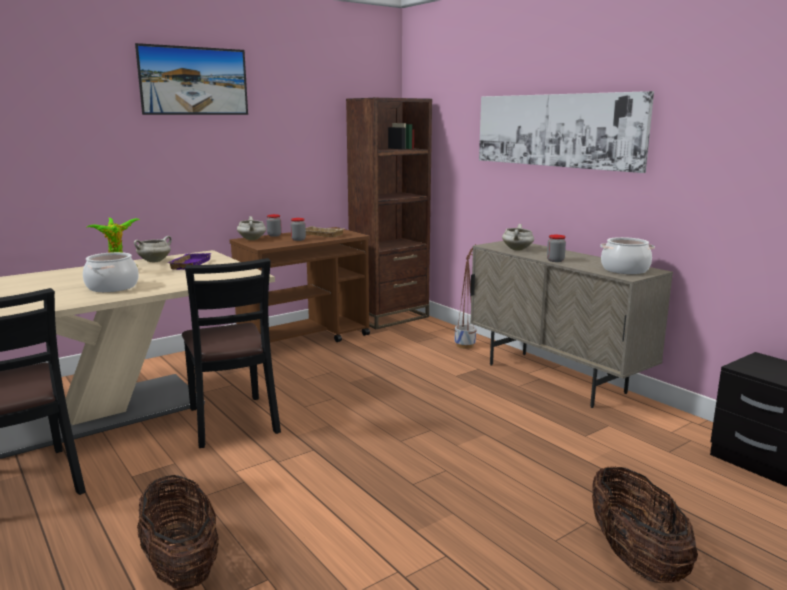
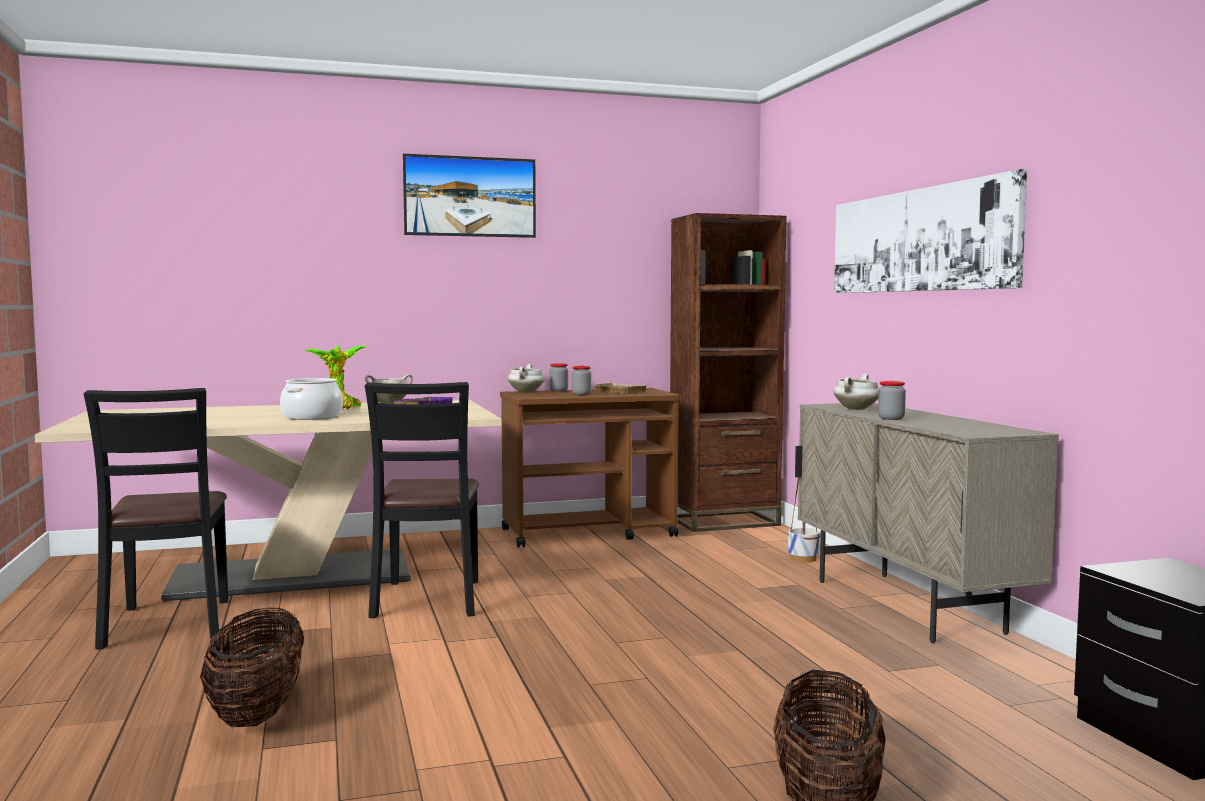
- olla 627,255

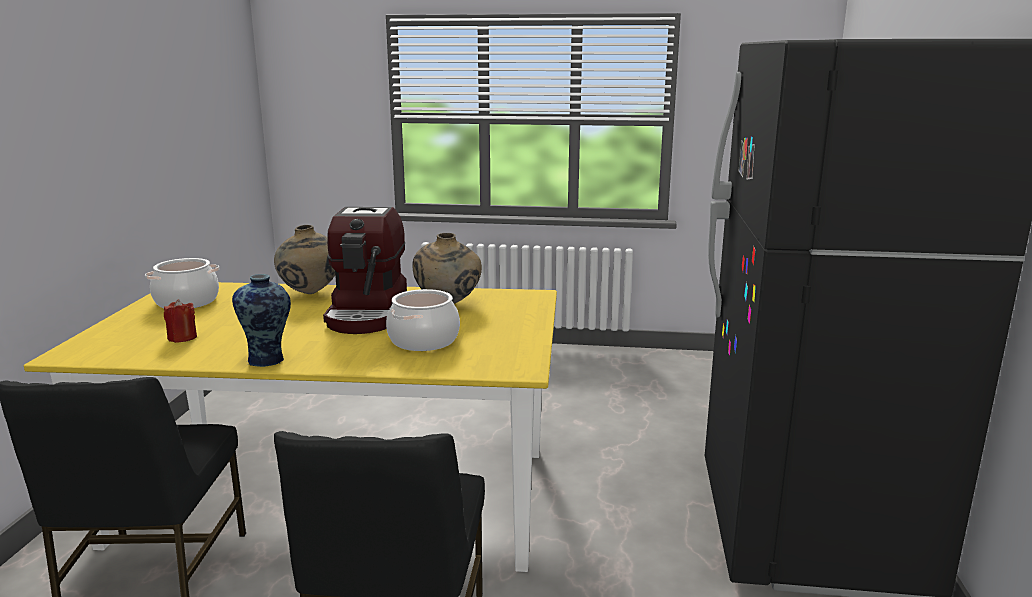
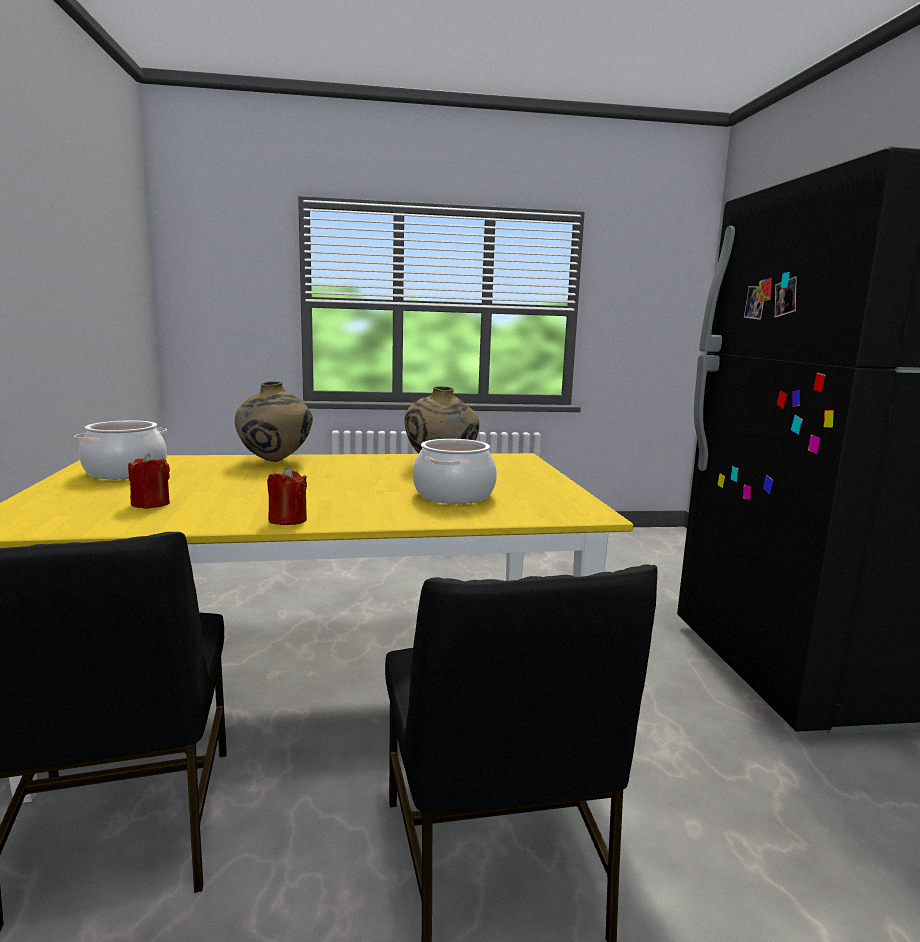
~ florero 261,320 to vela [rojo] 287,496
- cafetera 365,270

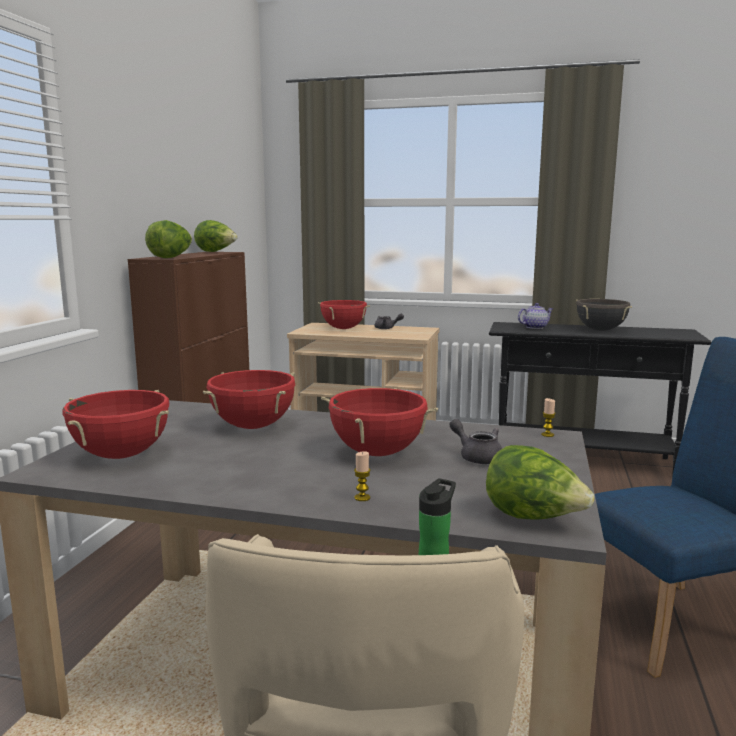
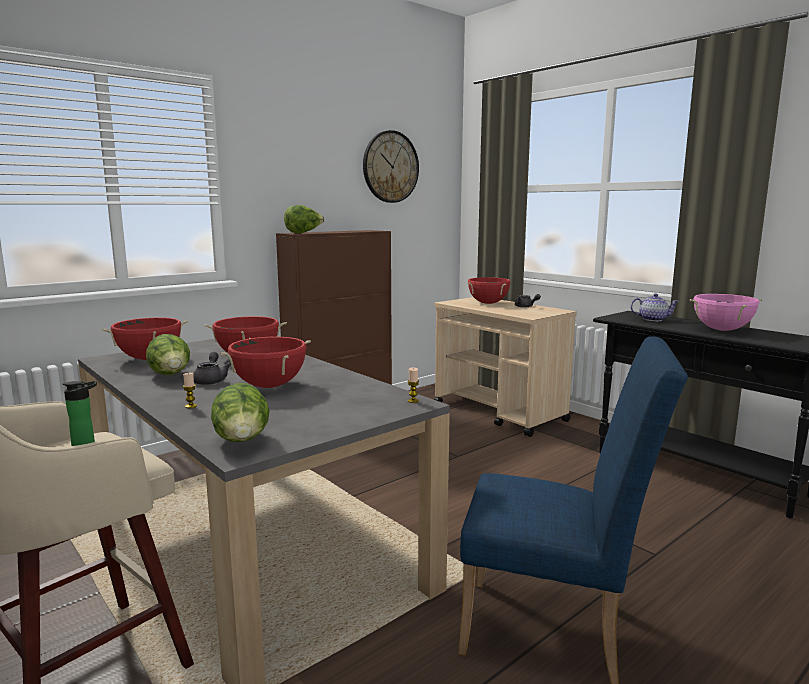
~ lechuga 216,236 to 168,354
~ tetera [gris] 475,441 to 212,368
~ olla [negro] 604,315 to olla [rosa] 726,312
+ reloj de pared 391,166

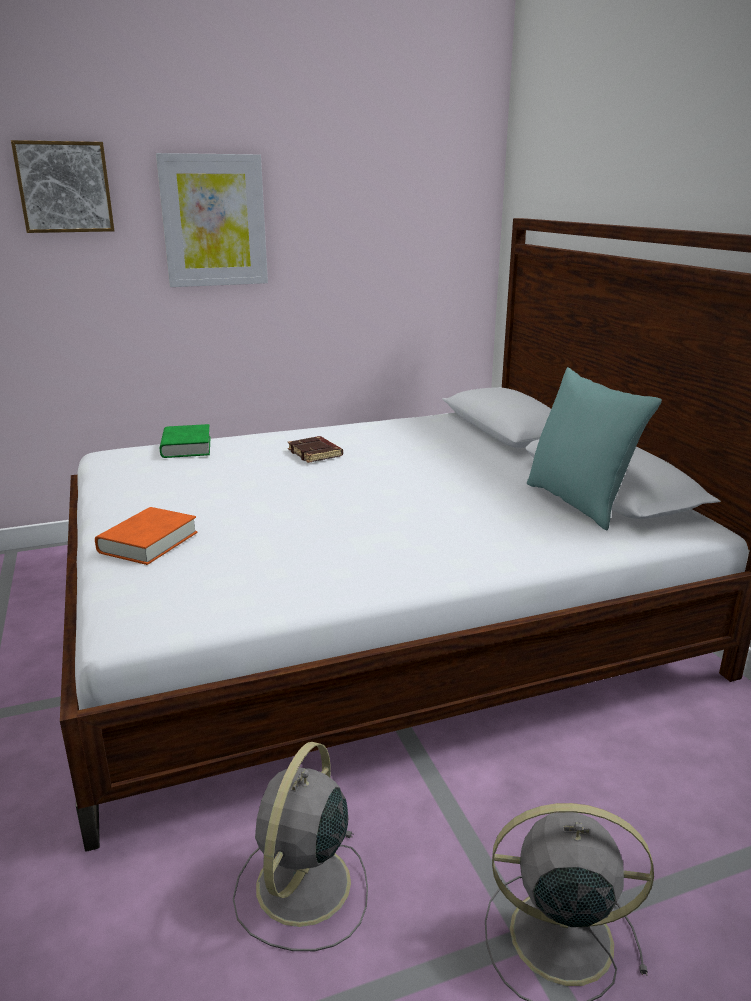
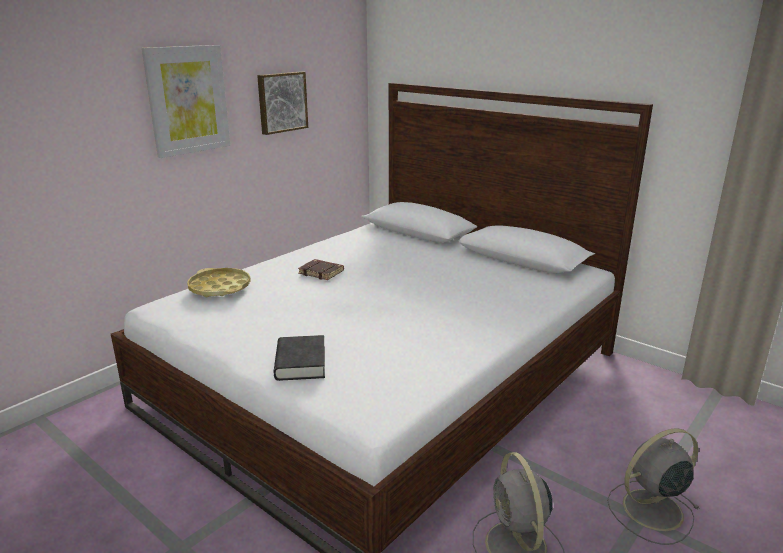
~ cuadro 62,186 to 282,103
~ libro [naranja] 146,536 to libro [negro] 299,358
~ libro [verde] 185,441 to bandeja [amarillo] 219,282
- cojín [turquesa] 594,448

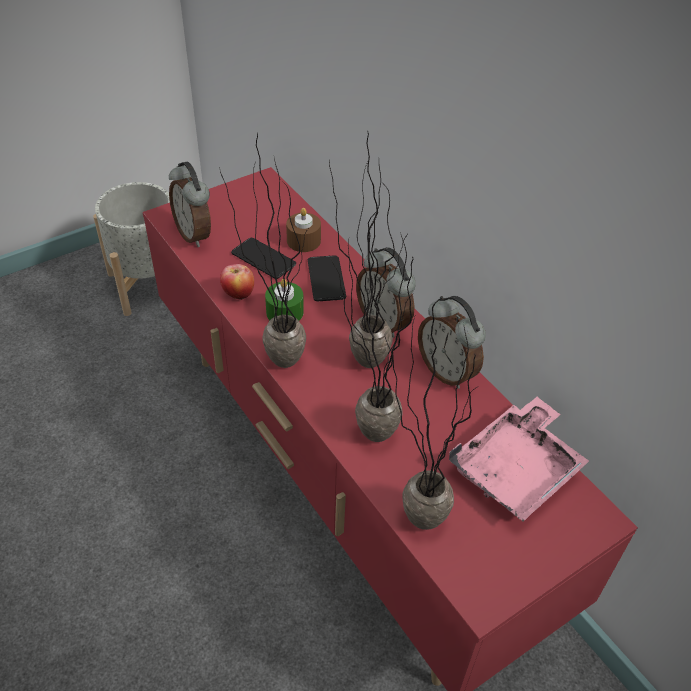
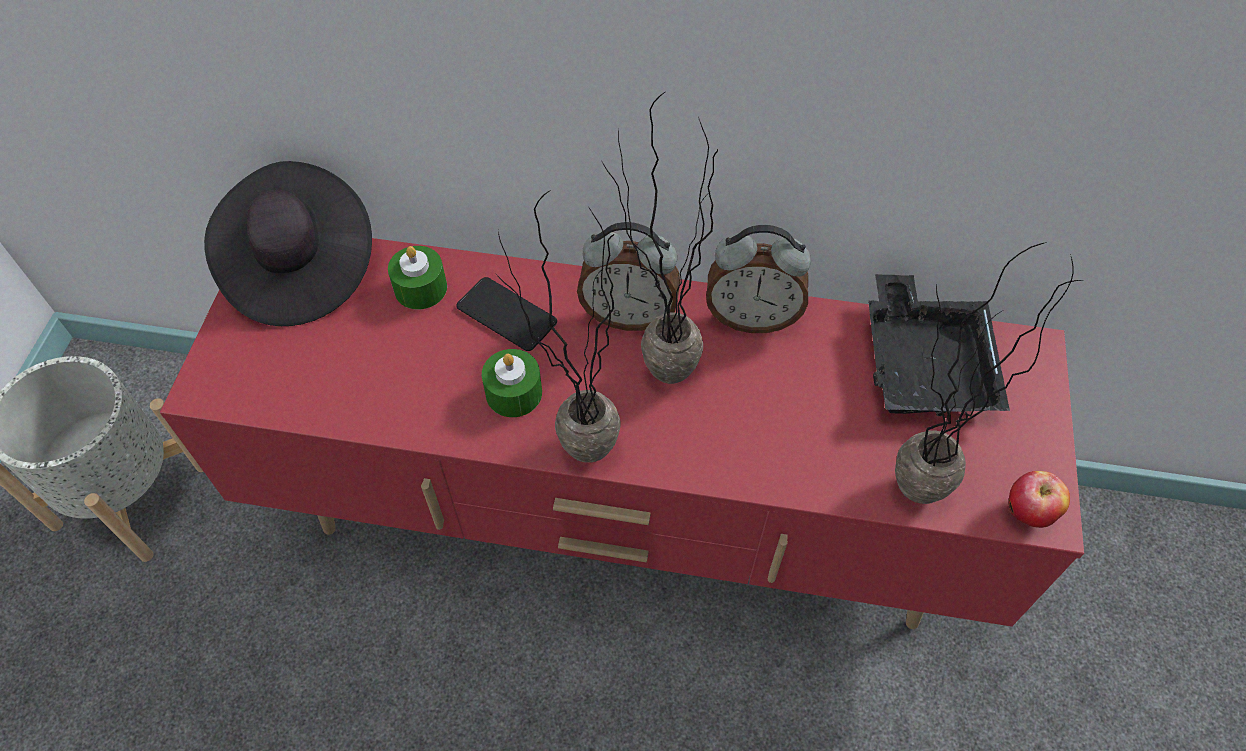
- despertador 190,204
~ manzana 237,282 to 1039,499
- móvil 263,258
~ vela [marrón] 303,230 to vela [verde] 417,277
- planta en maceta 371,326
~ bandeja [rosa] 519,459 to bandeja [negro] 939,345
+ sombrero [negro] 288,243

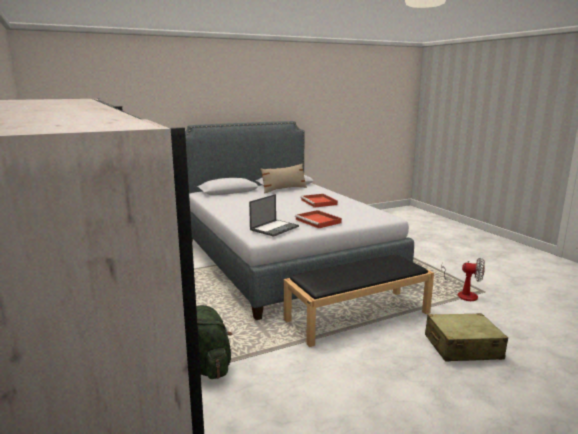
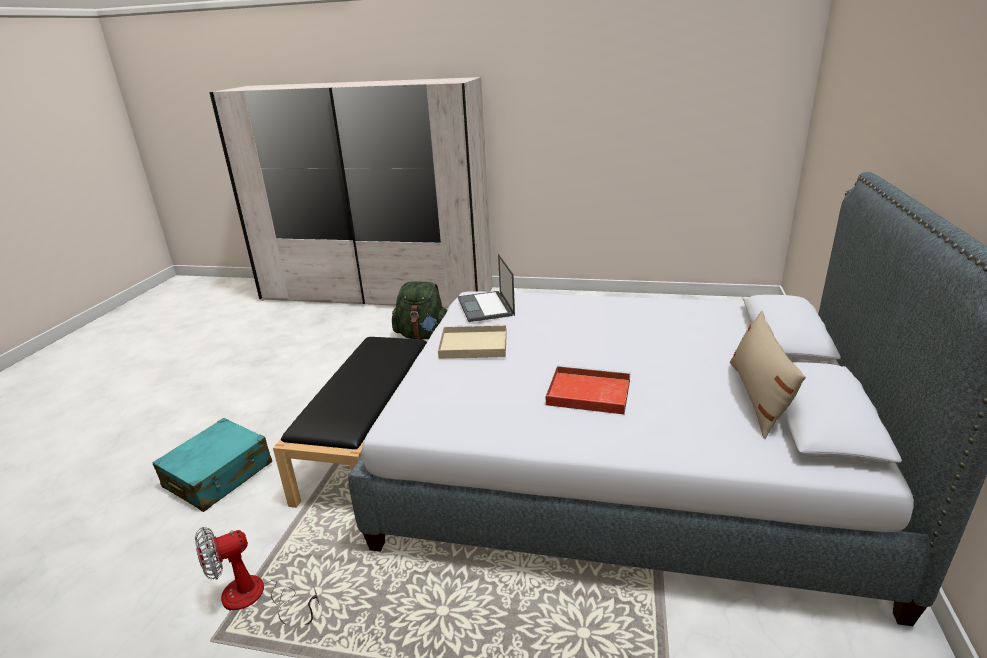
~ bandeja [rojo] 318,219 to bandeja [beis] 472,342
~ maleta [beis] 466,337 to maleta [turquesa] 212,465

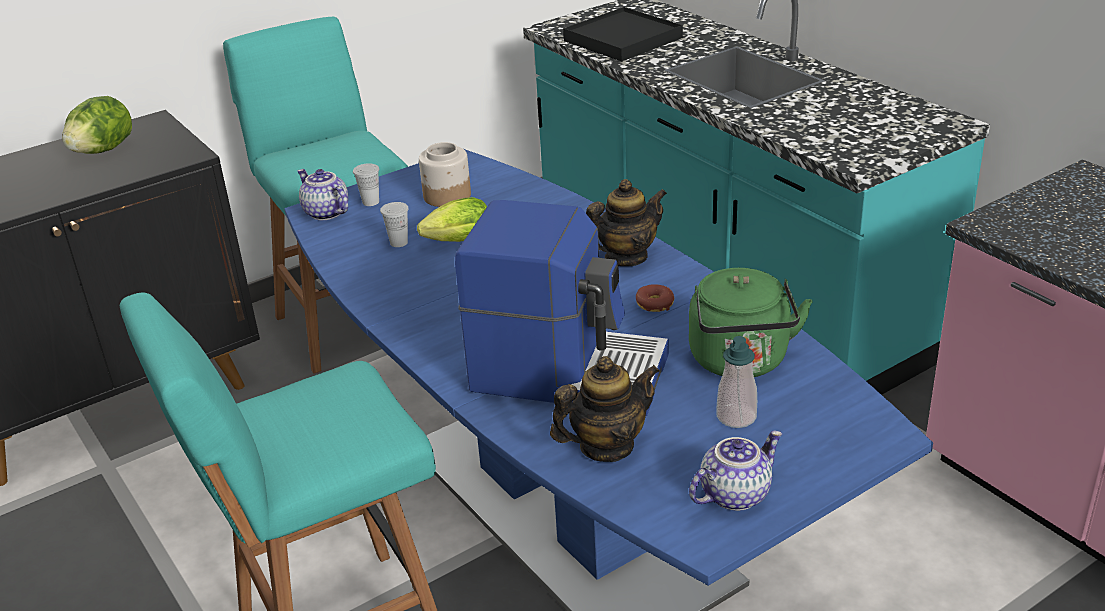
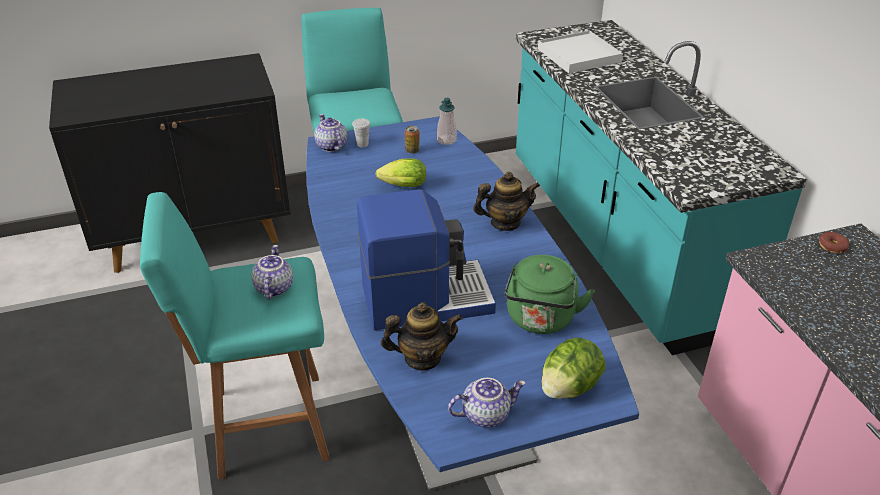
~ lechuga 97,125 to 573,368
- taza [blanco] 394,224
~ tarro 445,174 to lata 412,140
~ cafetera 562,308 = 426,259 45 degrees counterclockwise
~ bandeja [negro] 623,34 to bandeja [blanco] 580,51
~ rosquilla 655,298 to 834,243
~ dispensador de jabón 736,382 to 447,121
+ tetera 272,272

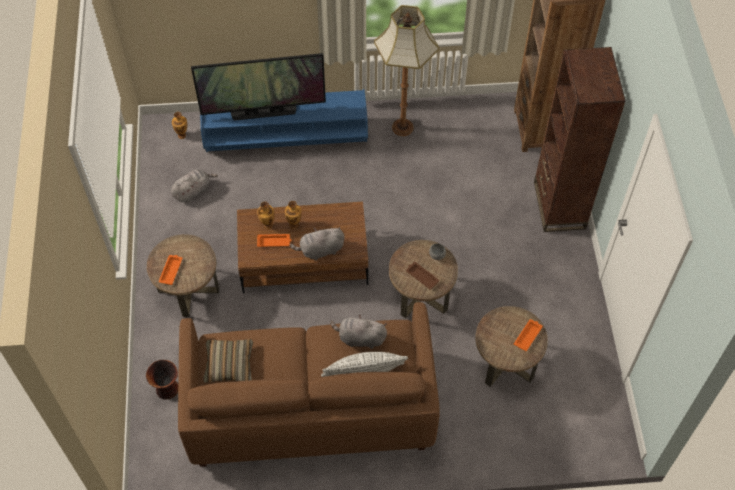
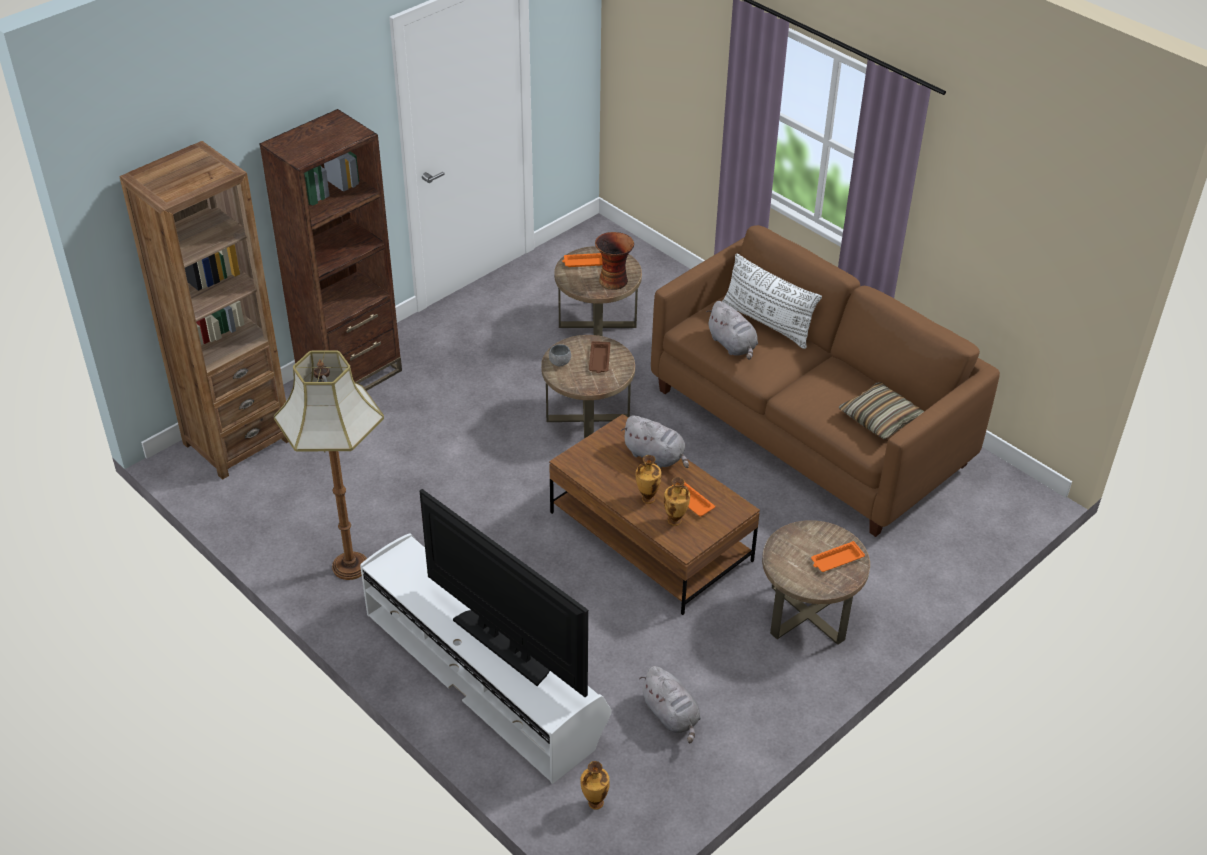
~ florero 162,380 to 614,261
~ peluche [gris] 194,185 = 670,704 135 degrees counterclockwise
~ mueble de televisión [azul] 284,120 to mueble de televisión [blanco] 486,658

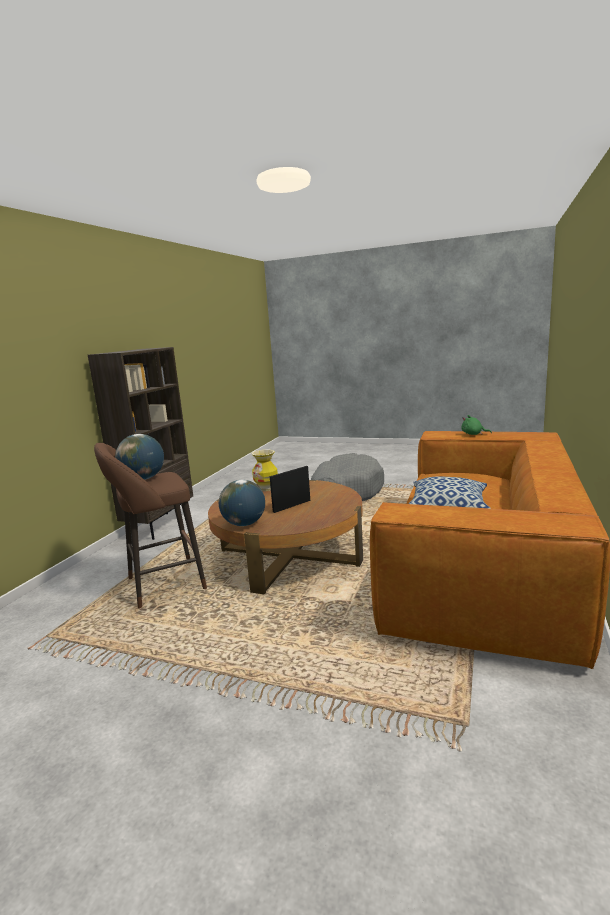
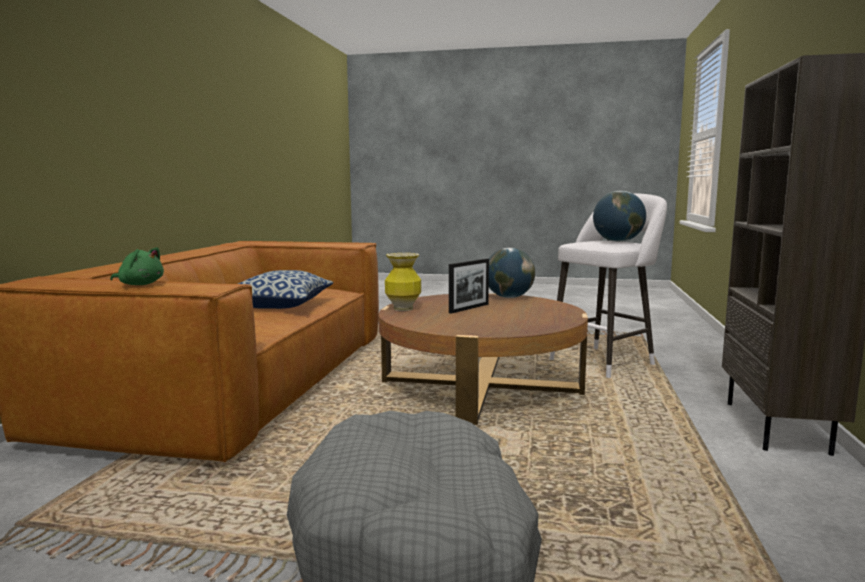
~ taburete [marrón] 150,525 to taburete [blanco] 608,286
~ florero 265,470 to 403,282

